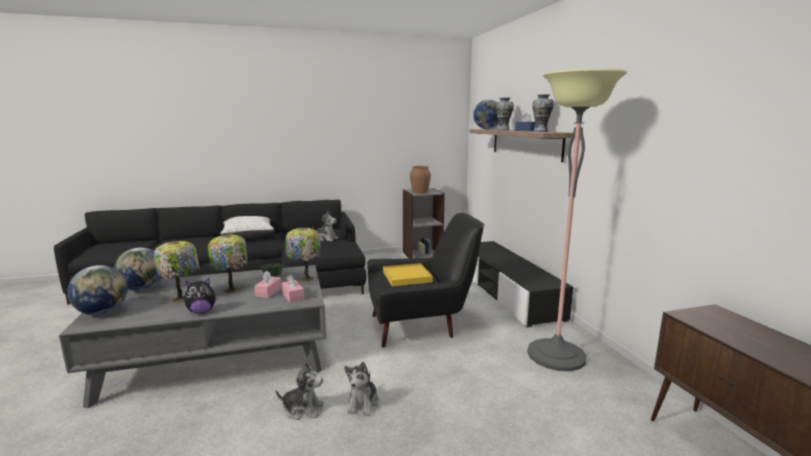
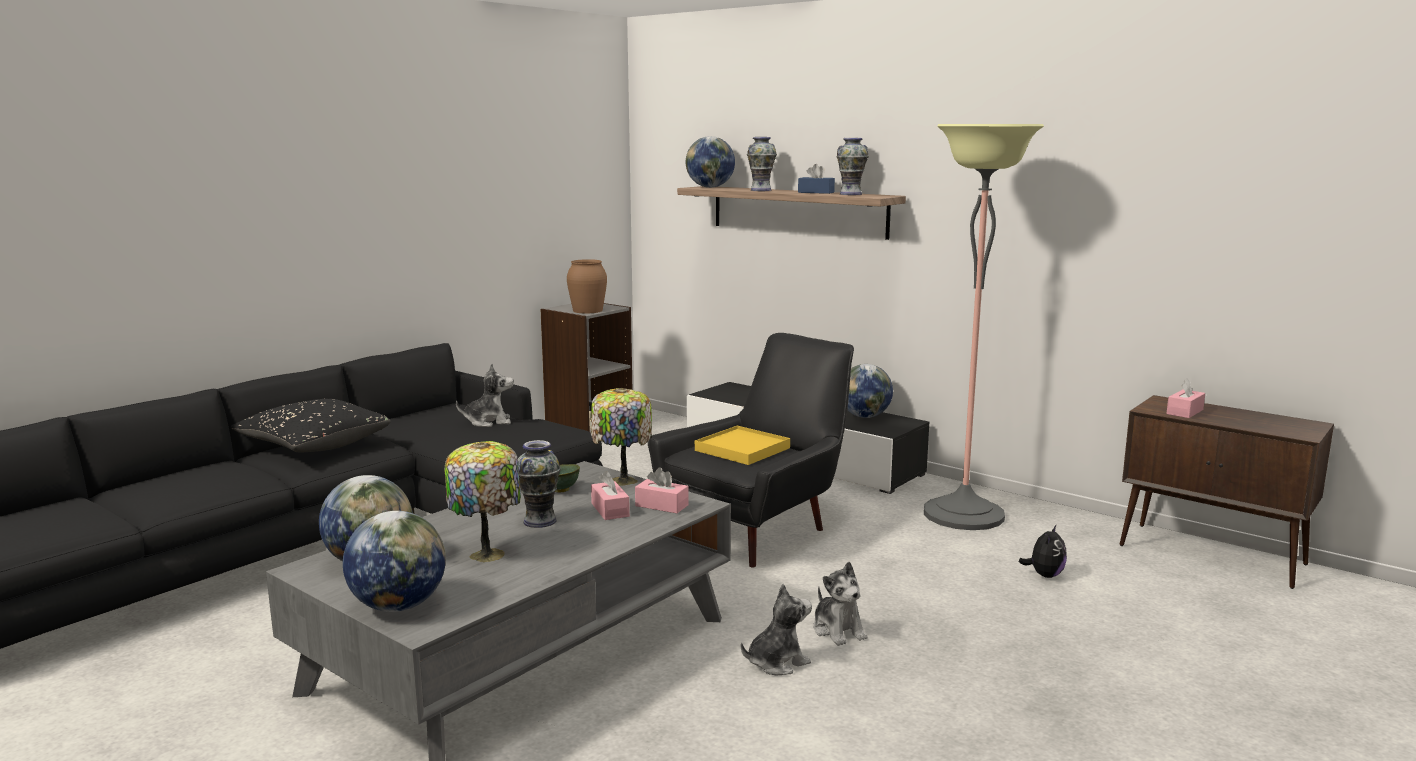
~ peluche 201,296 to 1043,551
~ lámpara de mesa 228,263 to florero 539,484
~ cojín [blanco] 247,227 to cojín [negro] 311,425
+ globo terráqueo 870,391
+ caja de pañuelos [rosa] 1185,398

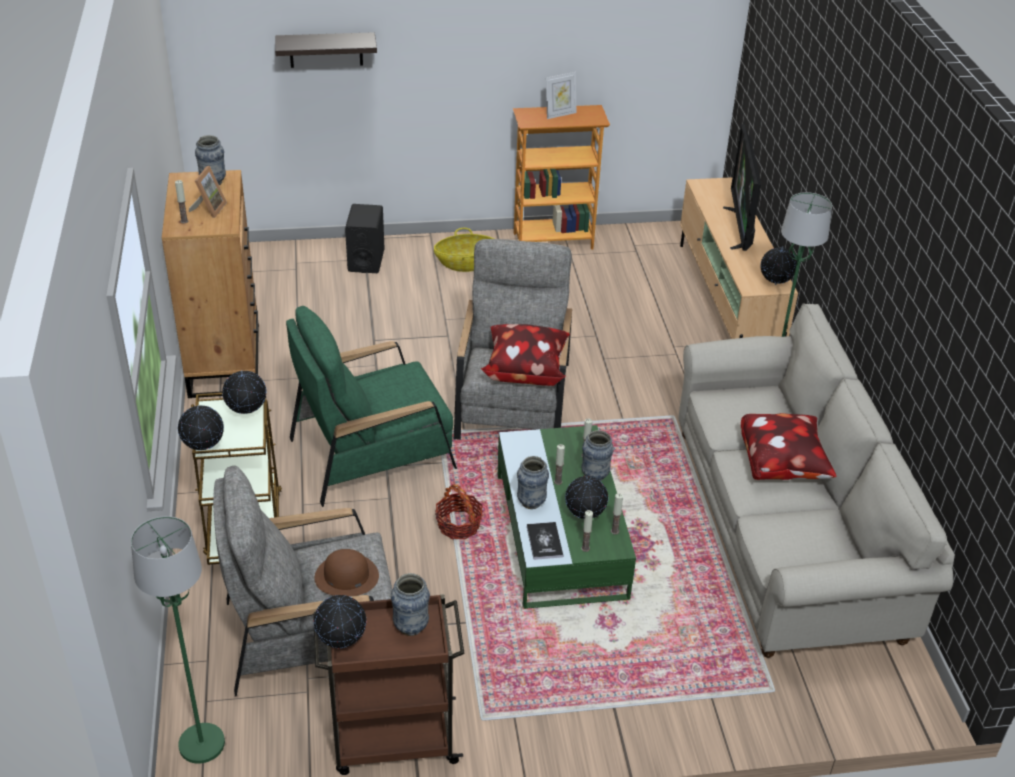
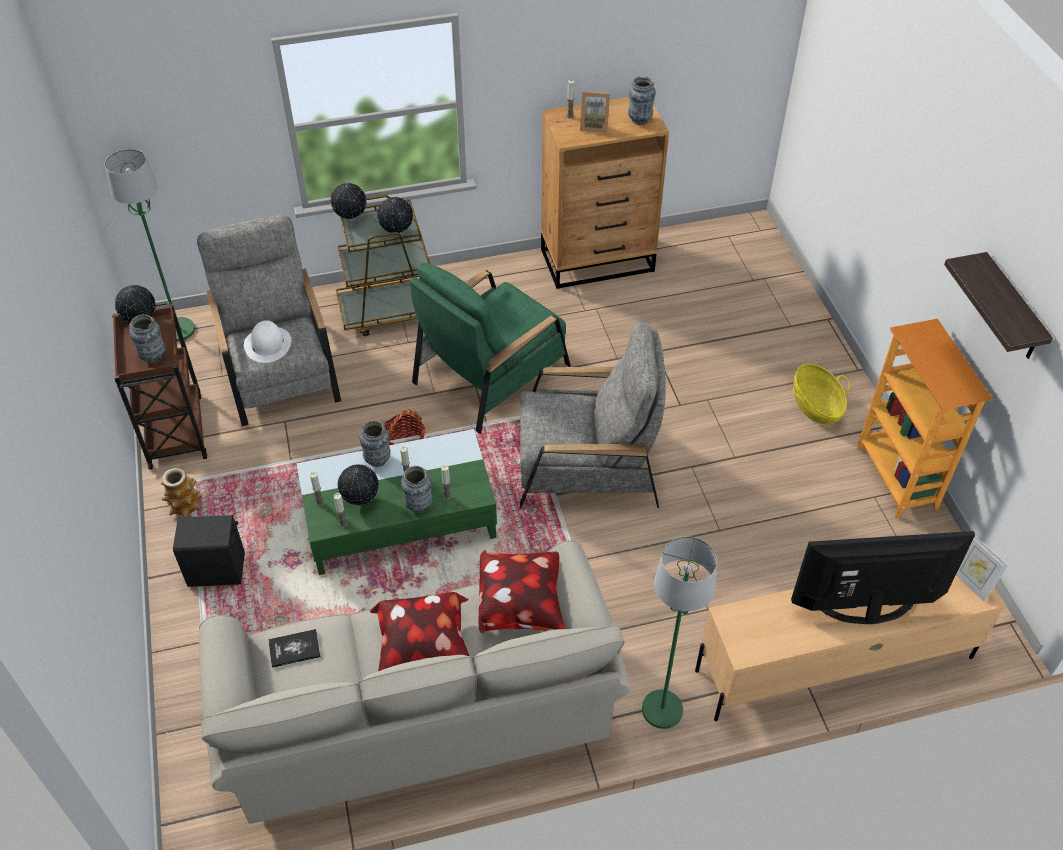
~ estante 326,50 to 998,305
~ sillón [verde] 371,406 = 490,348 105 degrees counterclockwise
~ sombrero [marrón] 346,573 to sombrero [blanco] 267,341
~ altavoz [negro] 365,238 to 209,551
~ cojín 525,355 to 522,592
~ libro 545,541 to 294,648
~ portarretratos 561,95 to 982,569
- globo terráqueo 779,265
+ florero 181,492

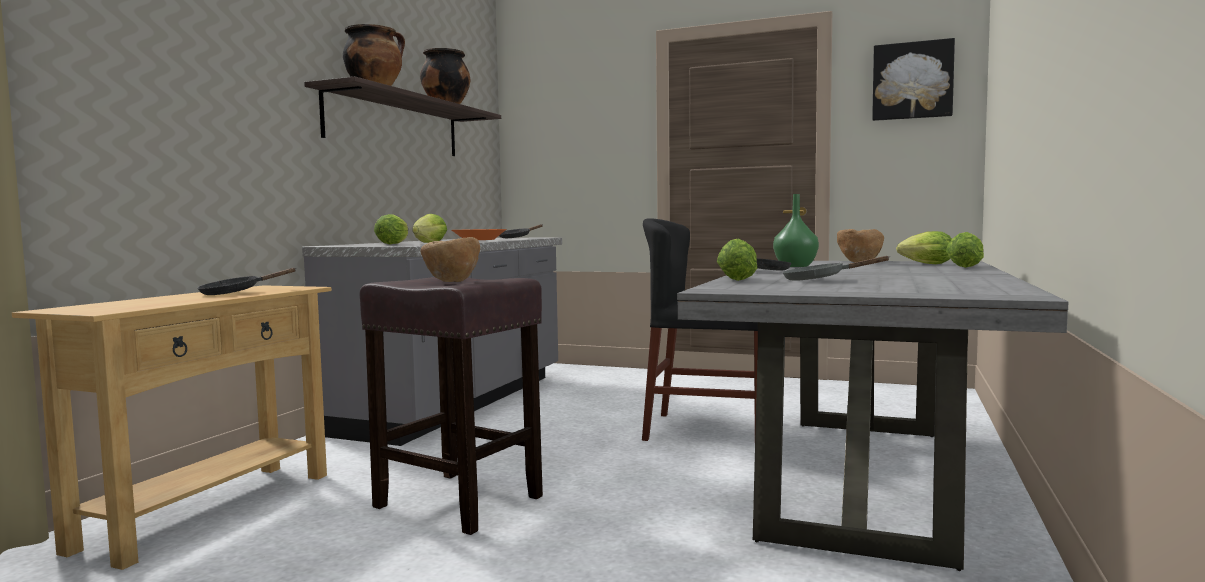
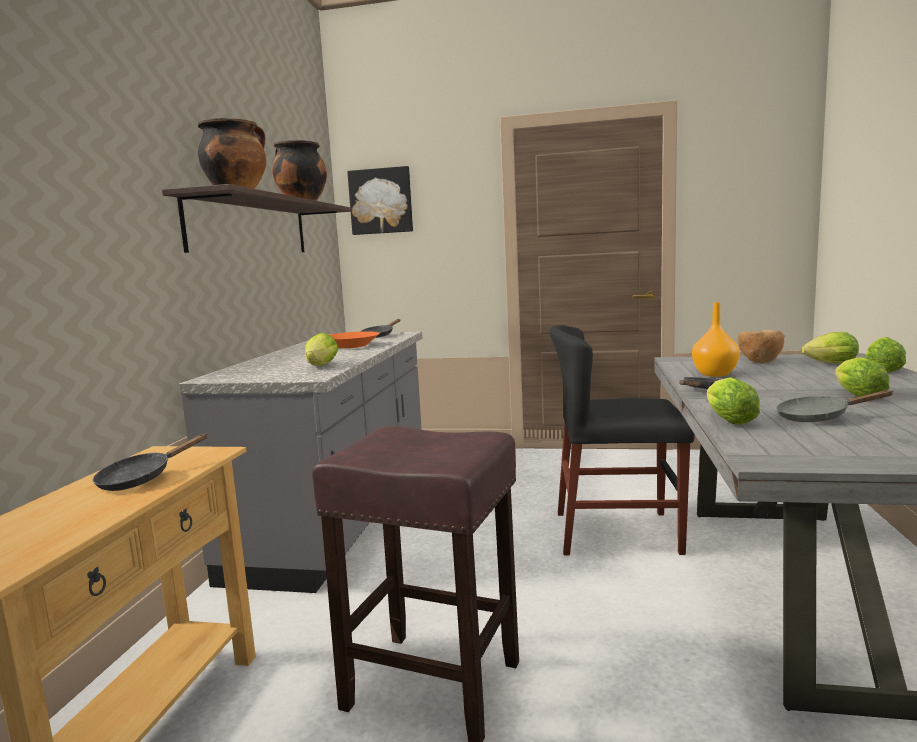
~ lechuga 391,229 to 862,377
- cuenco [marrón] 450,259
~ florero [verde] 796,230 to florero [naranja] 716,339
~ cuadro 913,79 to 380,200

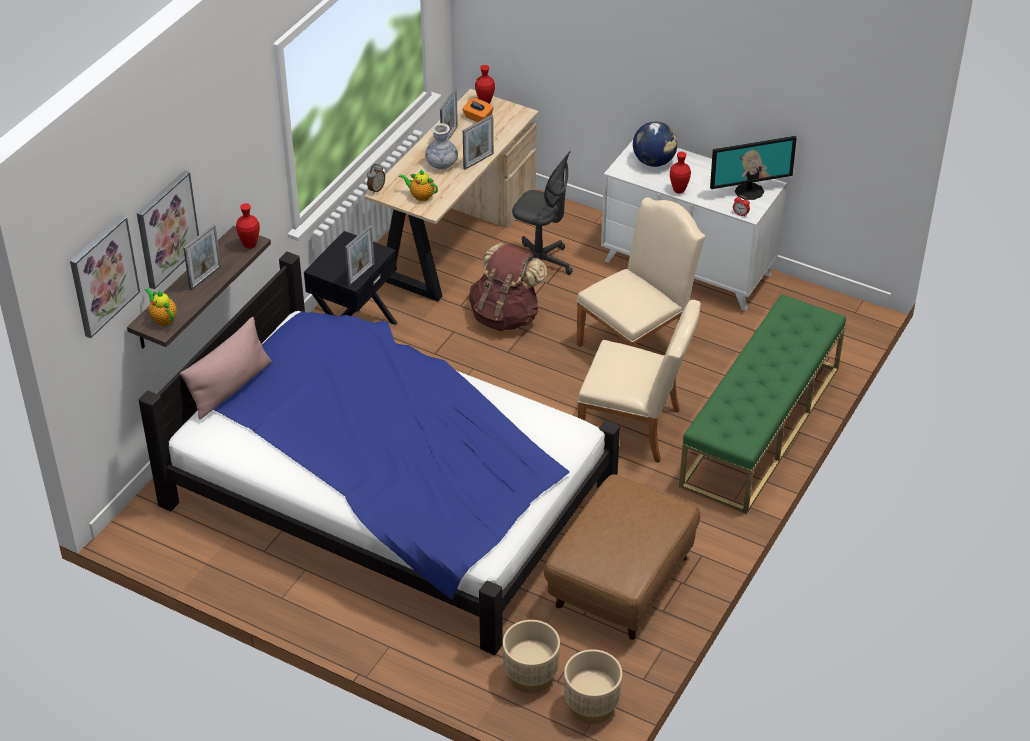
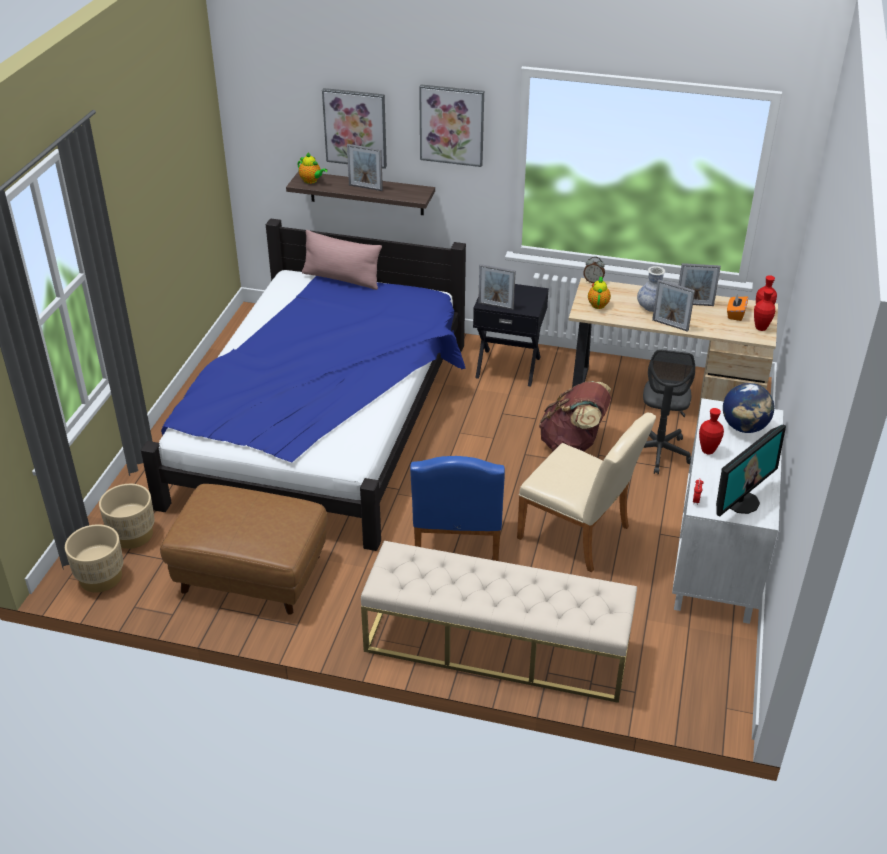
~ cuadro 105,276 to 451,125
~ tetera 161,307 = 312,168 90 degrees clockwise
~ florero [rojo] 248,226 to 764,310
~ silla [beis] 639,381 to silla [azul] 457,508
~ banco [verde] 762,404 to banco [beis] 499,622
~ monitor 753,168 = 751,470 105 degrees counterclockwise

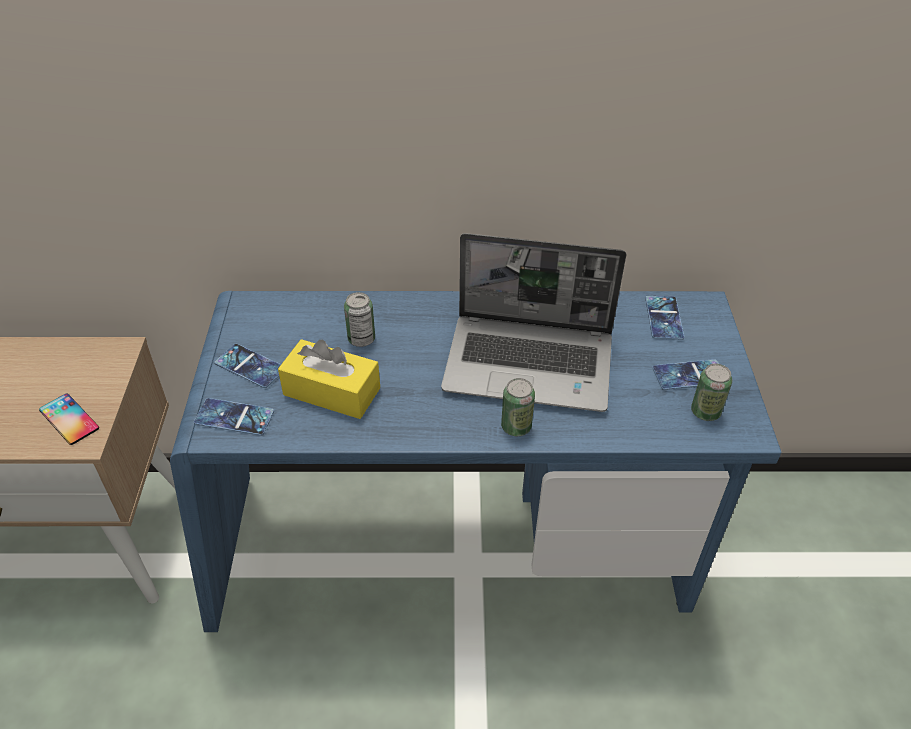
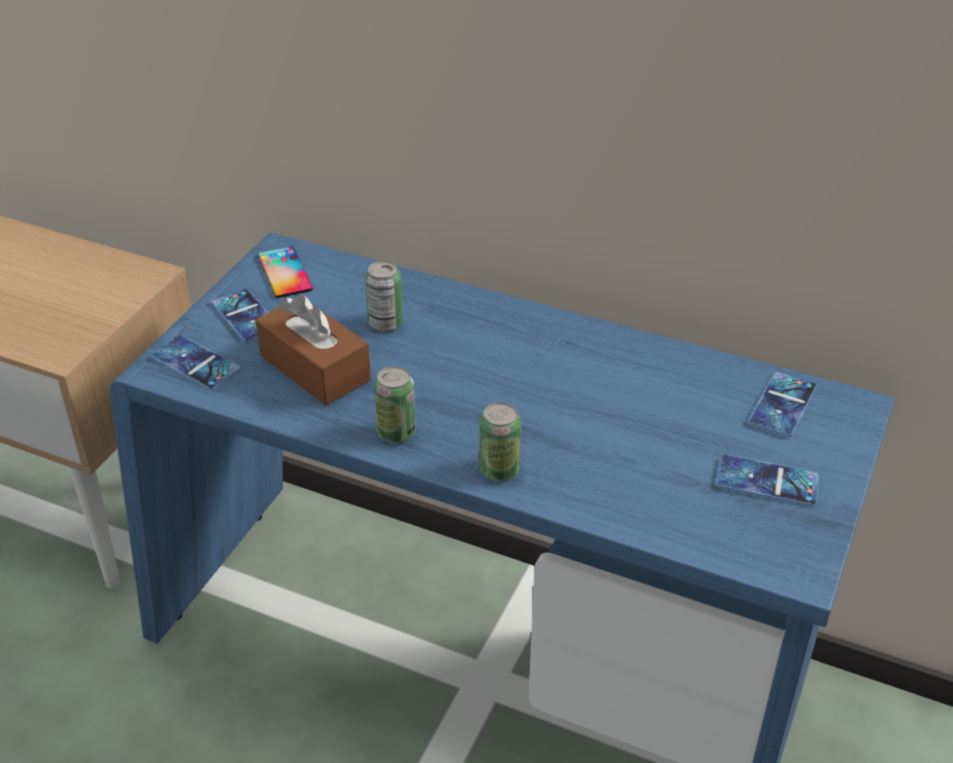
~ móvil 69,419 to 285,272
~ caja de pañuelos [amarillo] 329,379 to caja de pañuelos [marrón] 313,350
- portátil 533,322
~ lata 711,392 to 395,404

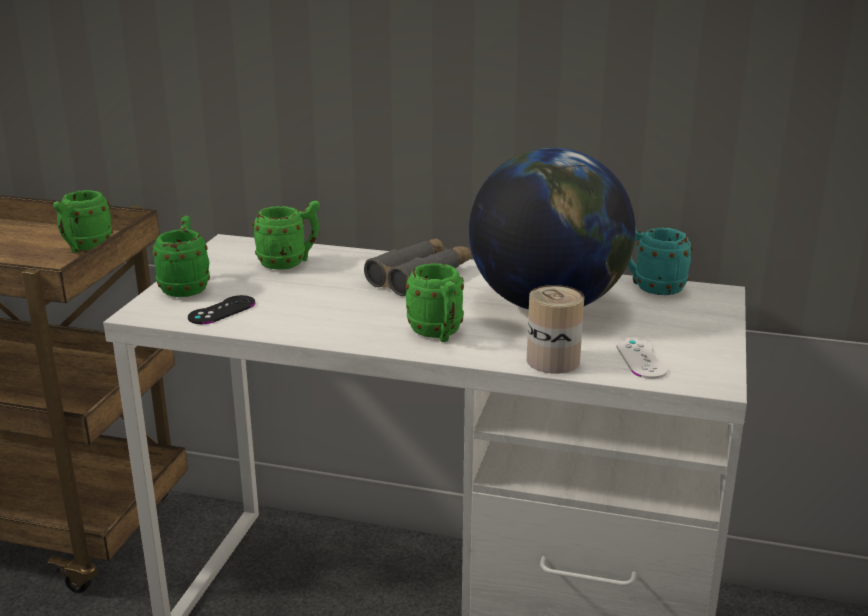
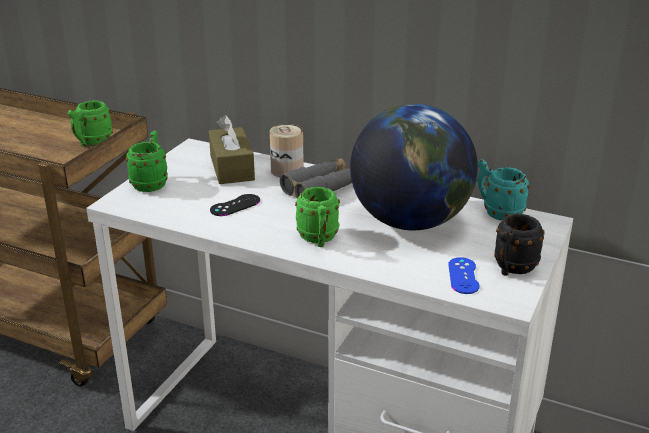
~ mando de consola [negro] 222,309 to 235,205
~ taza grande [verde] 286,235 to caja de pañuelos [marrón] 232,149
~ lata 555,329 to 287,150
~ mando de consola [blanco] 642,358 to mando de consola [azul] 464,275
+ taza grande [negro] 519,245

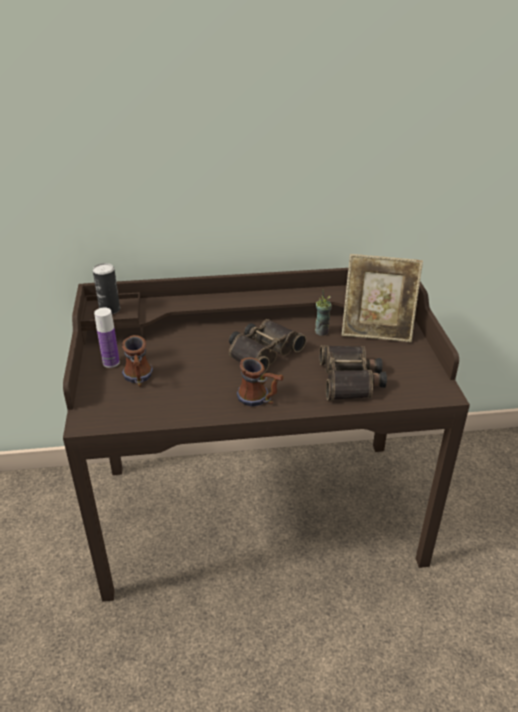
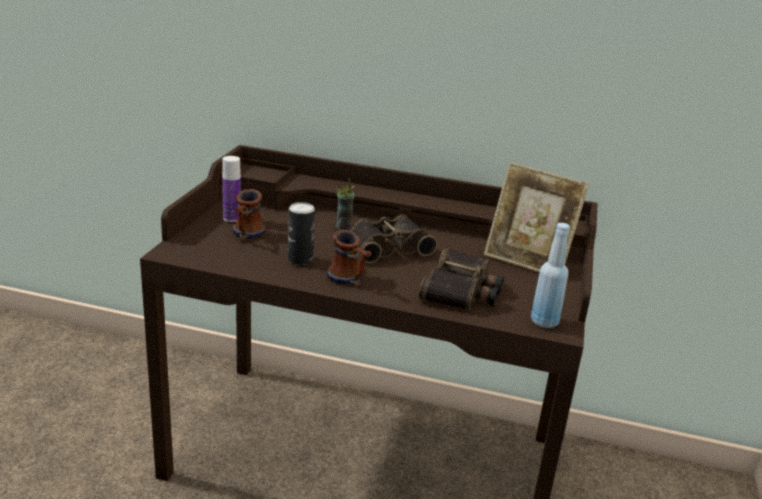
~ lata 106,288 to 301,233
~ taza 323,313 to 345,204
+ botella [azul] 550,275

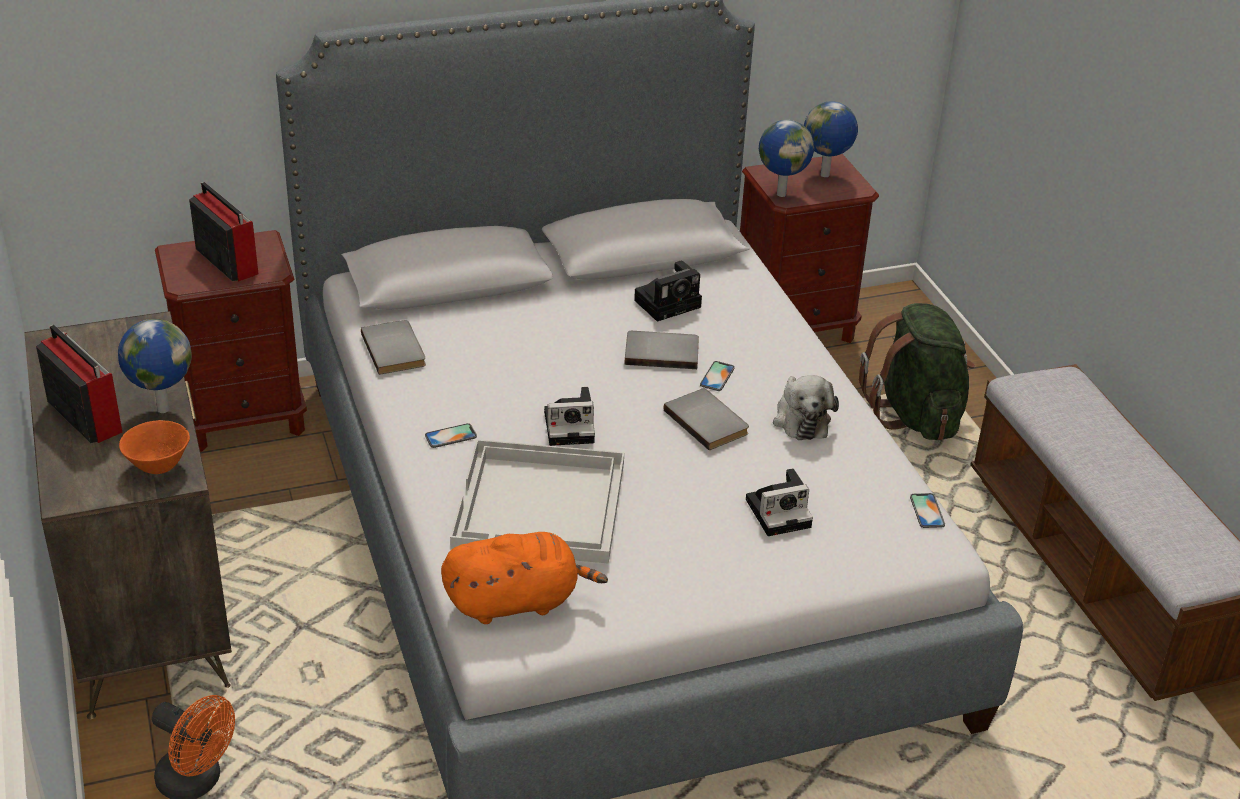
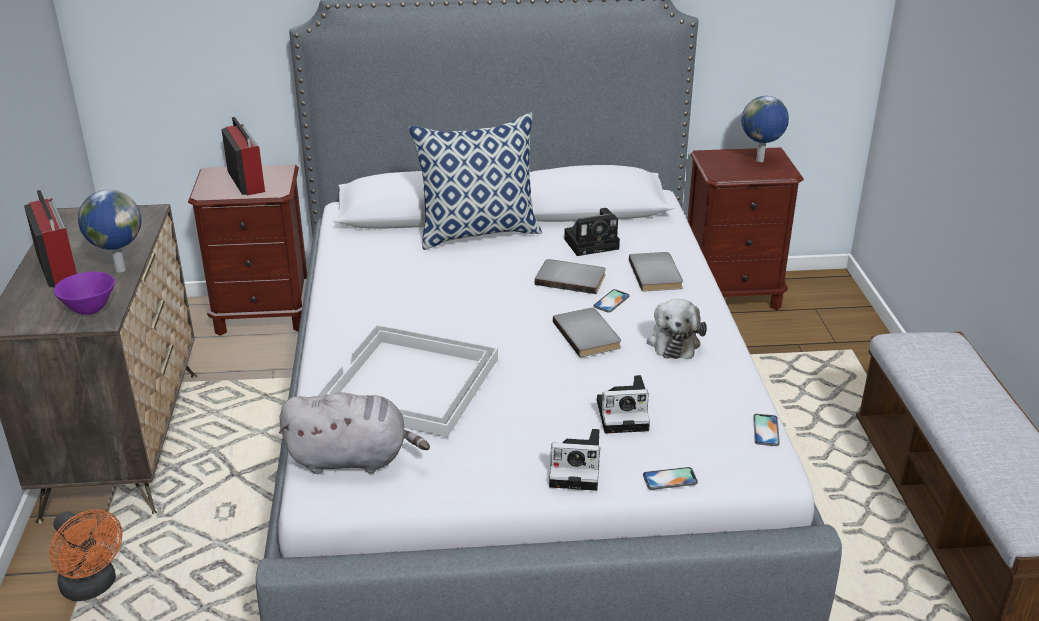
~ cuenco [naranja] 154,447 to cuenco [morado] 84,293
~ libro [gris] 393,347 to 656,272
~ móvil 451,435 to 670,478
~ peluche [naranja] 524,578 to peluche [gris] 354,433
~ cámara 569,416 to 574,460
- globo terráqueo 786,158
- mochila [verde] 917,372
+ cojín 475,181

